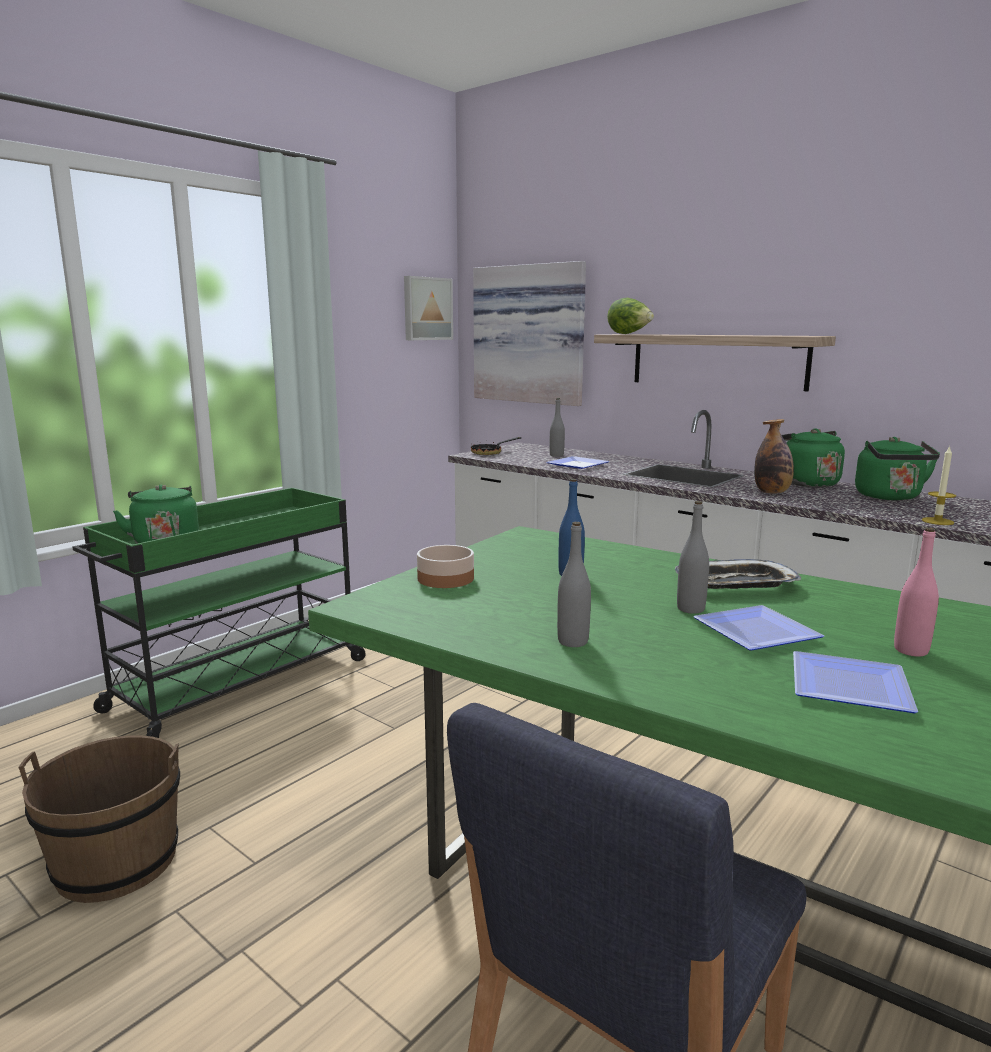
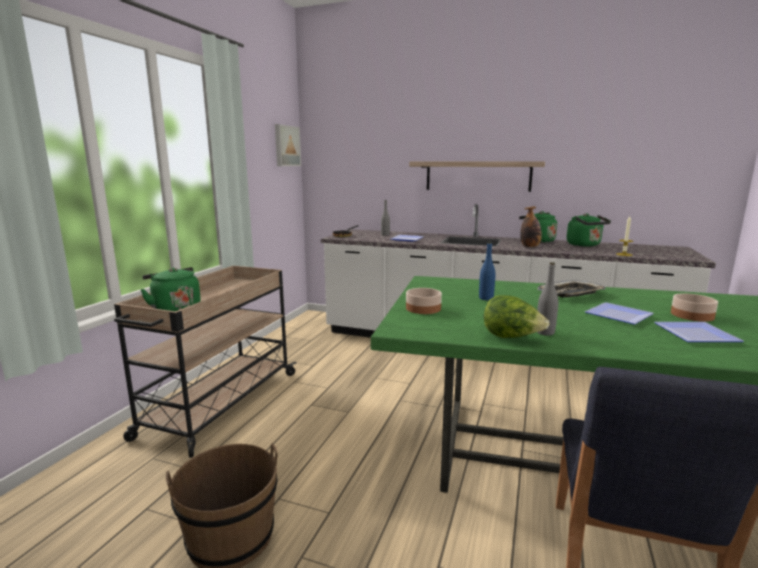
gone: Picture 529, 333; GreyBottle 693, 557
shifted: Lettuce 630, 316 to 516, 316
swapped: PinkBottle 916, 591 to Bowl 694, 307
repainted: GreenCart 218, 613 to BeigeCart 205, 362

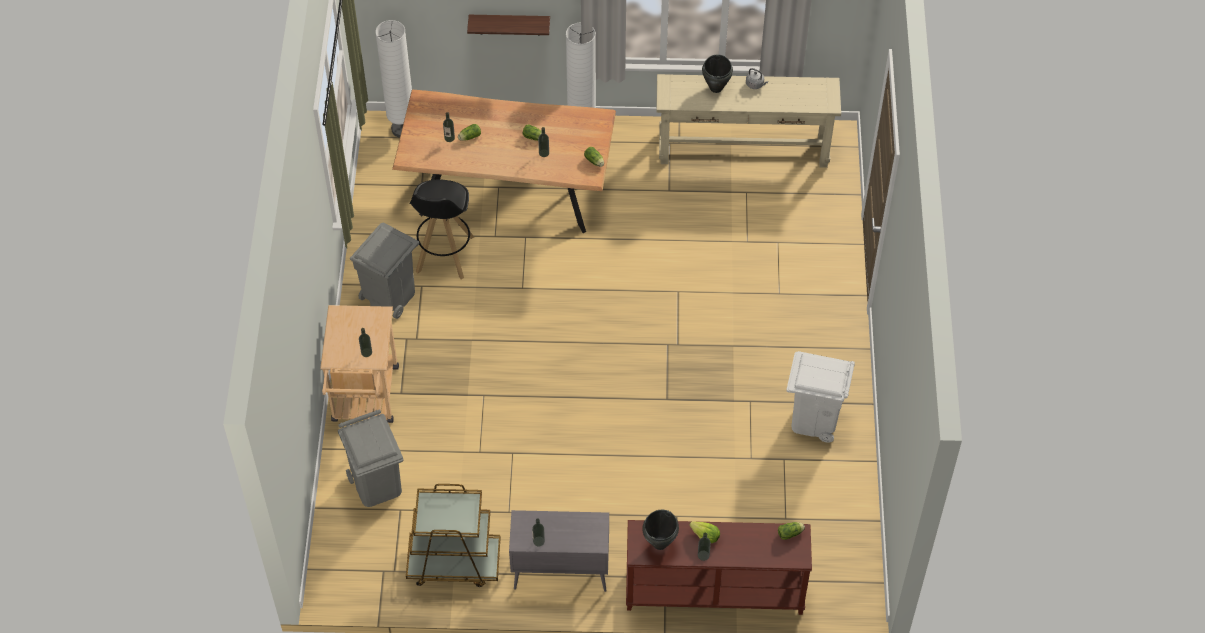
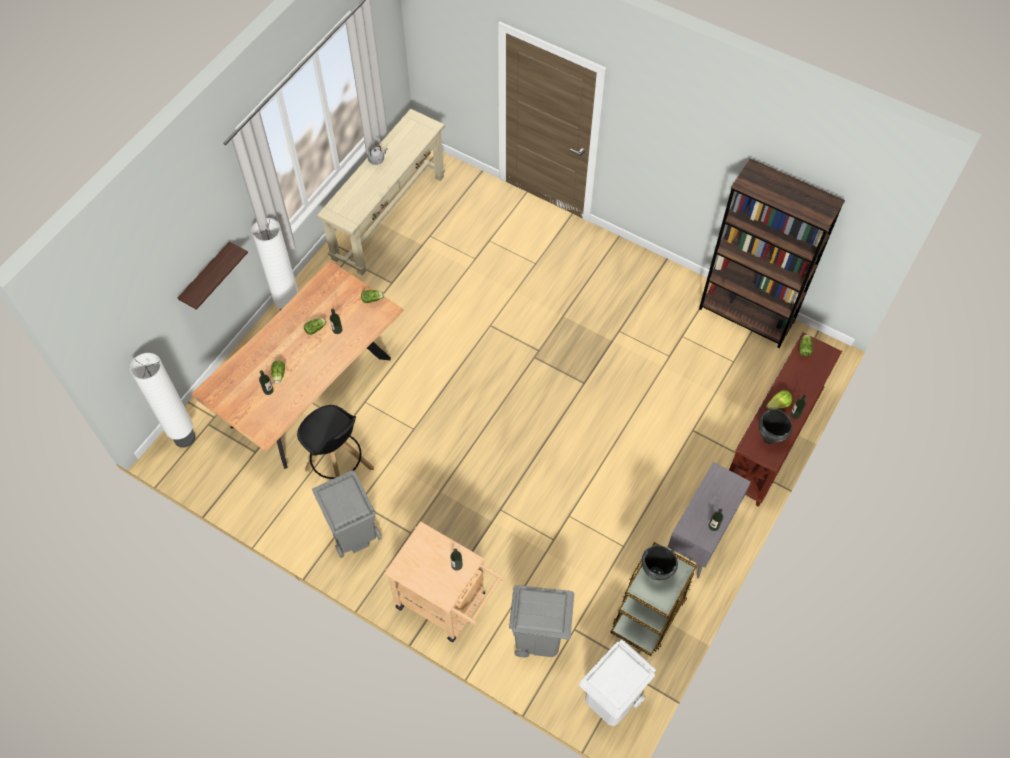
new: BrownBookcase 772, 253
shifted: BlackCookingPot 717, 73 to 660, 562; WhiteTrashCan 821, 397 to 617, 682

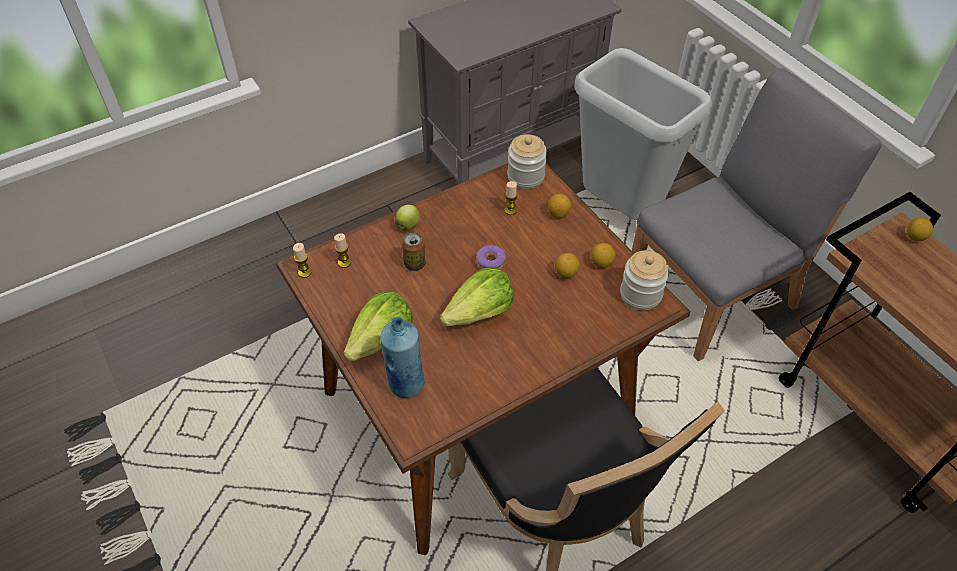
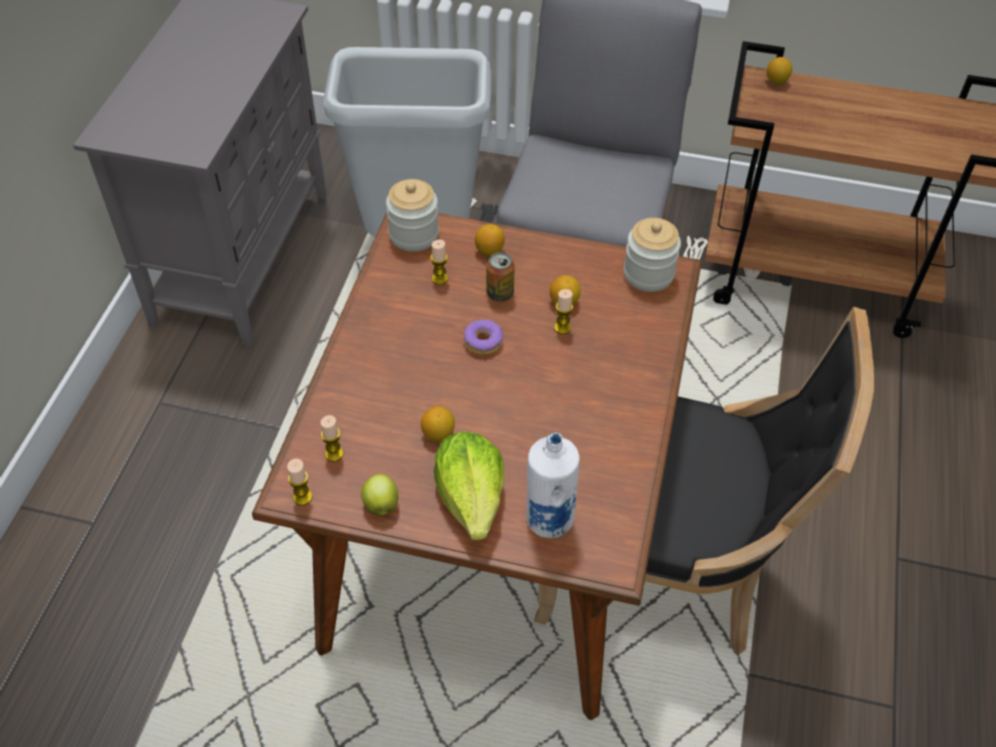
gone: Lettuce 477, 296
new: Candle 563, 311
shifted: Apple 407, 217 to 379, 495; Can 414, 251 to 500, 277; Lemon 603, 255 to 438, 424
repainted: BlueBottle 402, 357 to WhiteBottle 553, 485

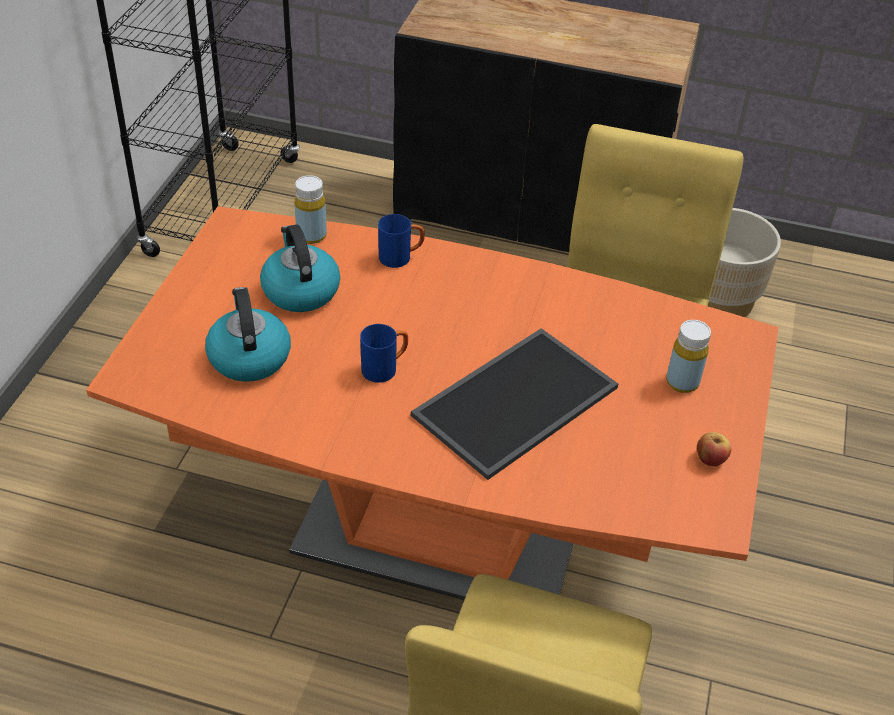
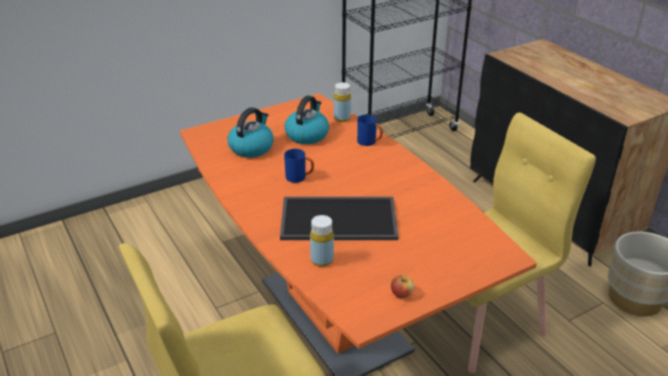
shifted: YellowBottle 688, 356 to 322, 241

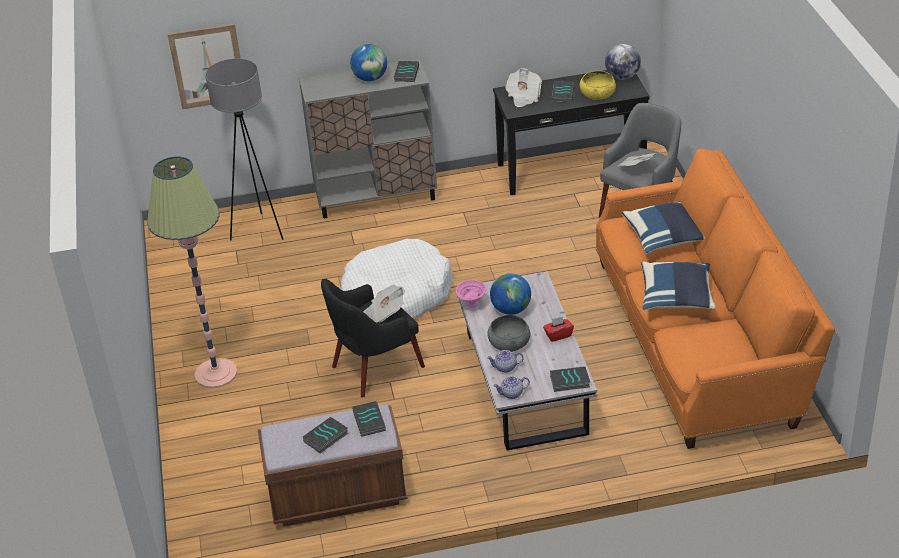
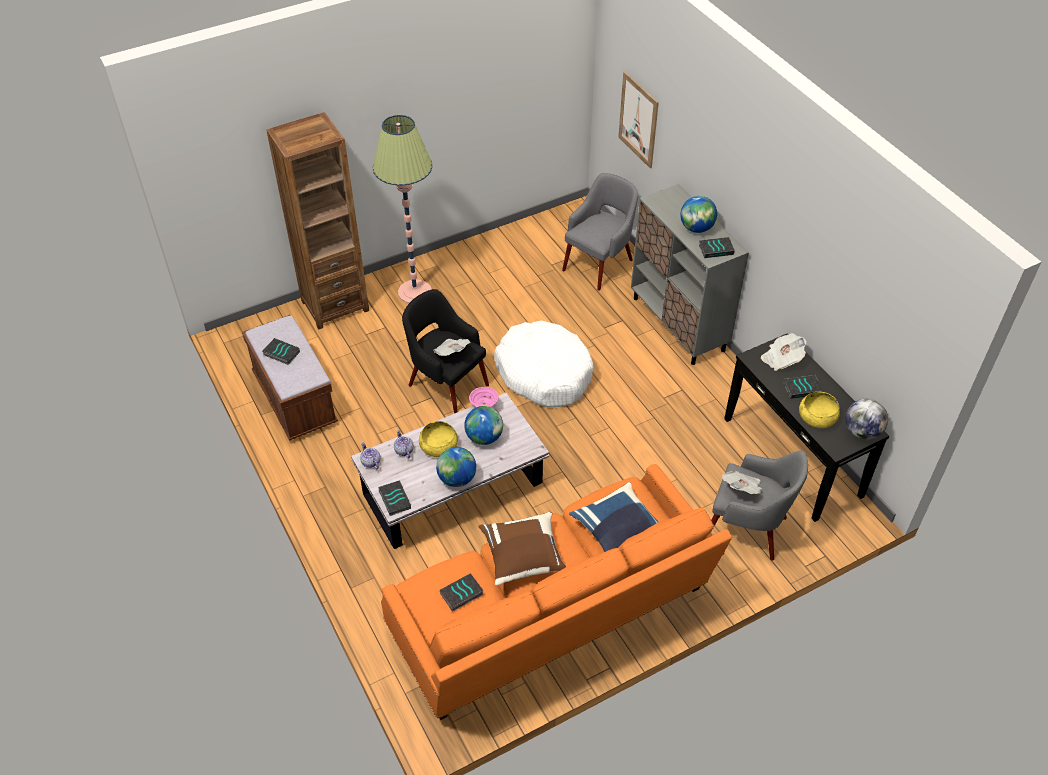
new: BrownBookcase 317, 221
shifted: Book 369, 419 to 462, 592
swapped: GreyFloorLamp 244, 149 to GreyArmchair 600, 232; RedTissueBox 558, 329 to Globe 456, 467
repainted: GreyBowl 508, 333 to YellowBowl 438, 439; BluePillow 678, 285 to BrownPillow 522, 549

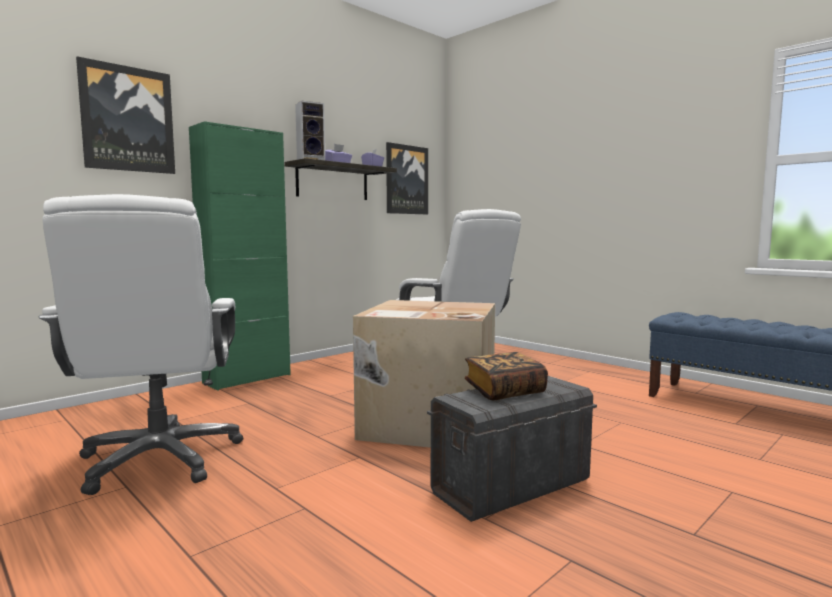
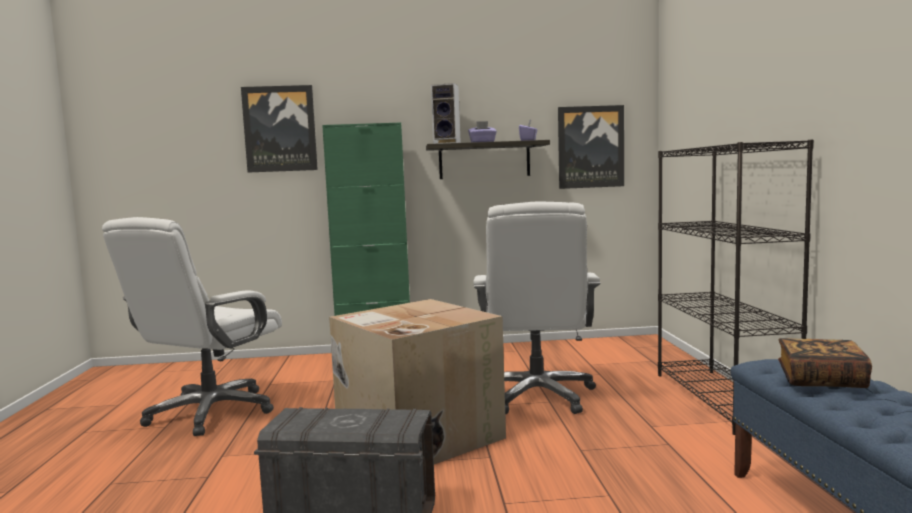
new: BlackBookcase 736, 287
shifted: Book 506, 376 to 825, 363

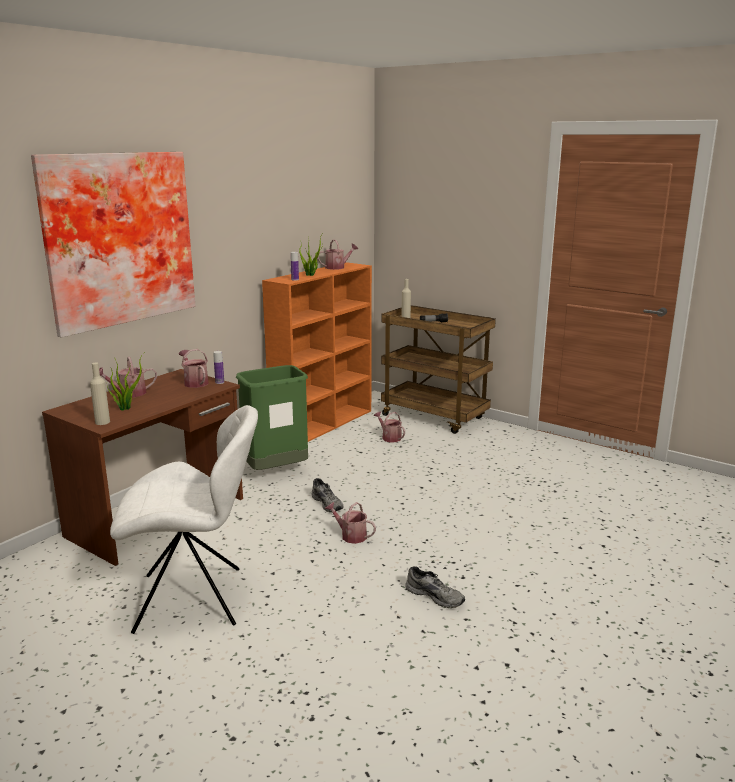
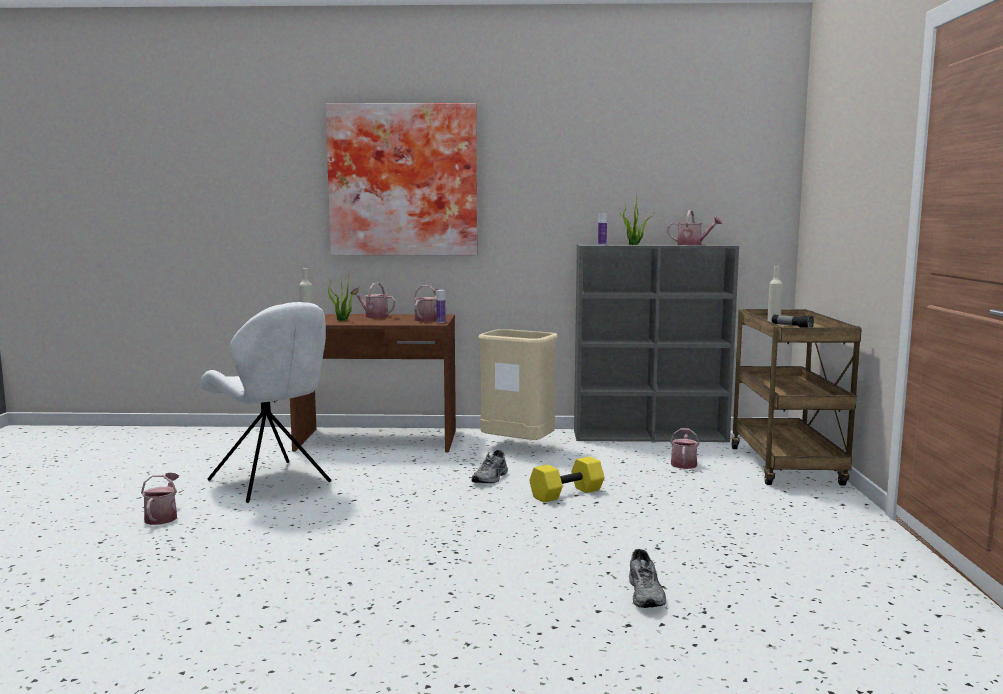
new: YellowDumbbell 567, 479
shifted: WateringCan 350, 523 to 160, 499; GreyShoe 435, 587 to 647, 578
repainted: GreenTrashCan 272, 417 to BeigeTrashCan 518, 384; OrangeBookcase 317, 352 to GreyBookcase 656, 343

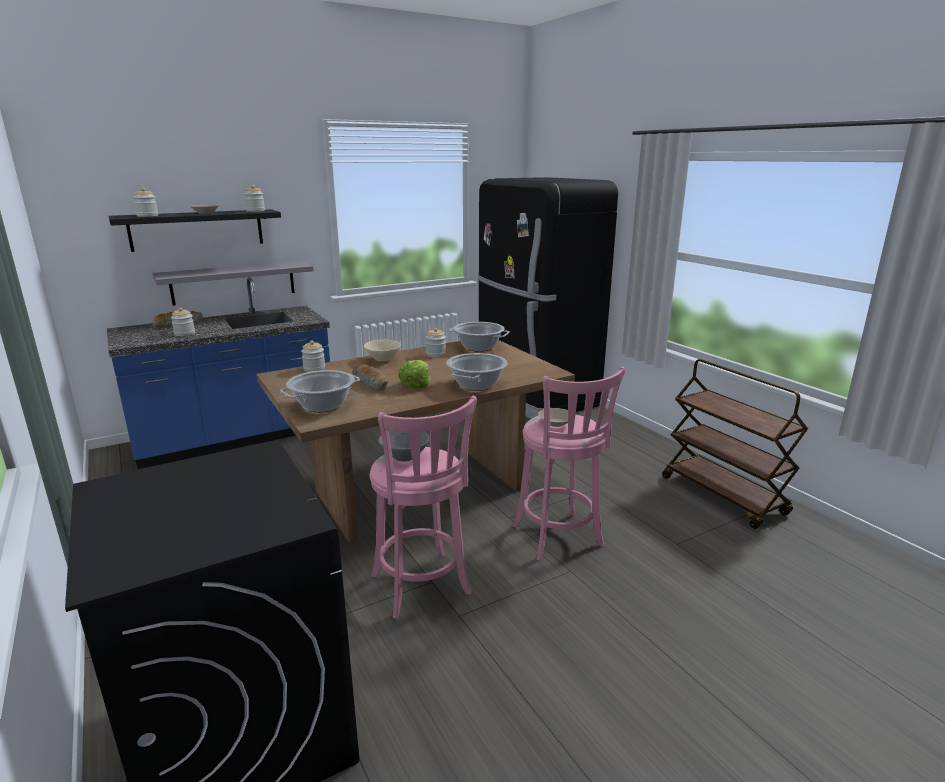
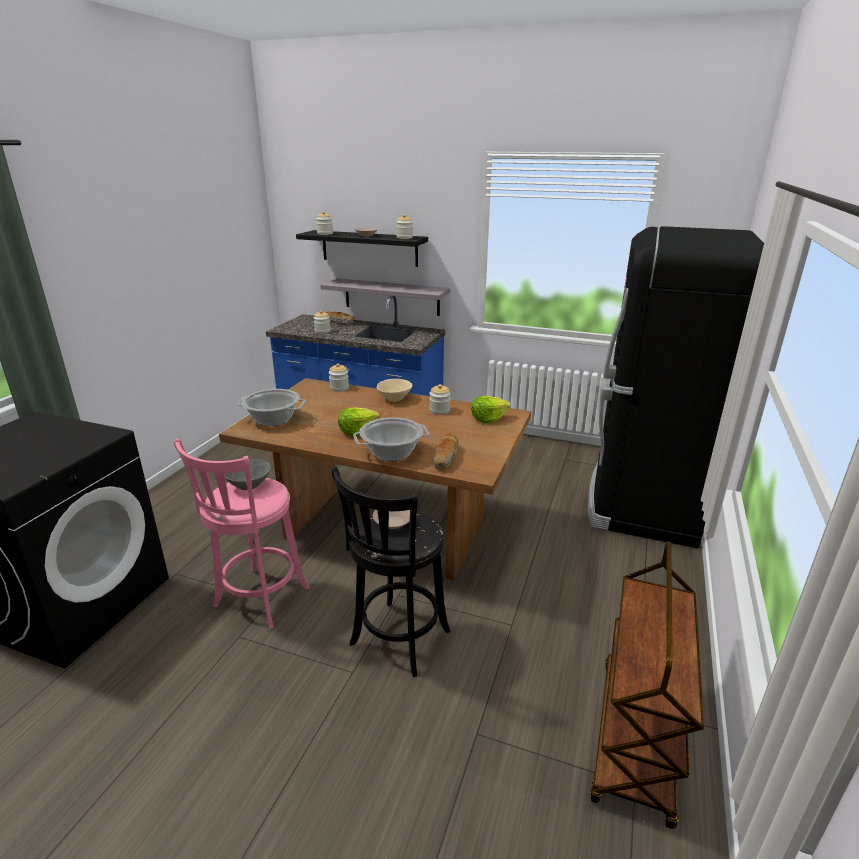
shifted: Bread 370, 377 to 446, 451
swapped: CookingPot 479, 337 to Lettuce 491, 409
repainted: PinkStool 569, 464 to BlackStool 391, 572

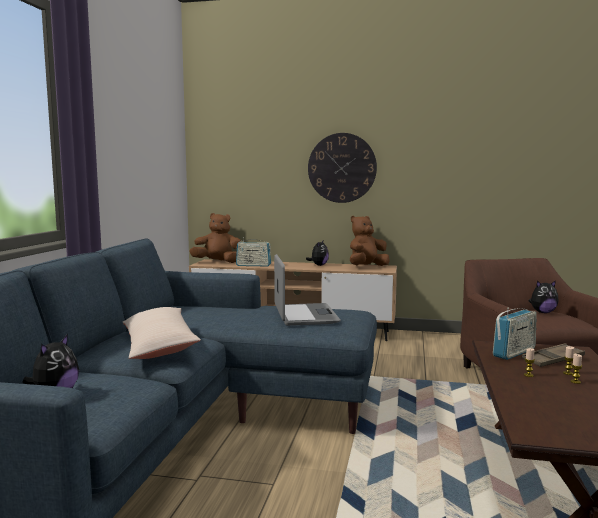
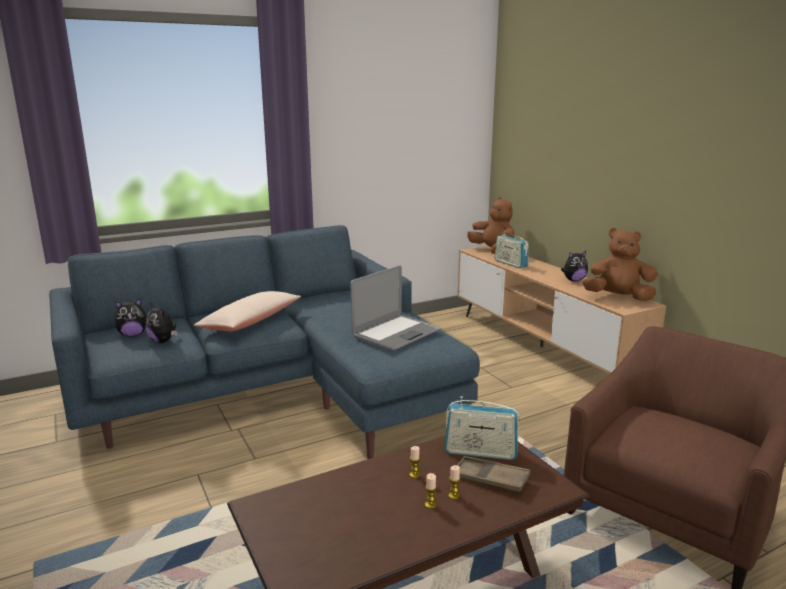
gone: WallClock 342, 168
shifted: PlushToy 544, 296 to 161, 323

